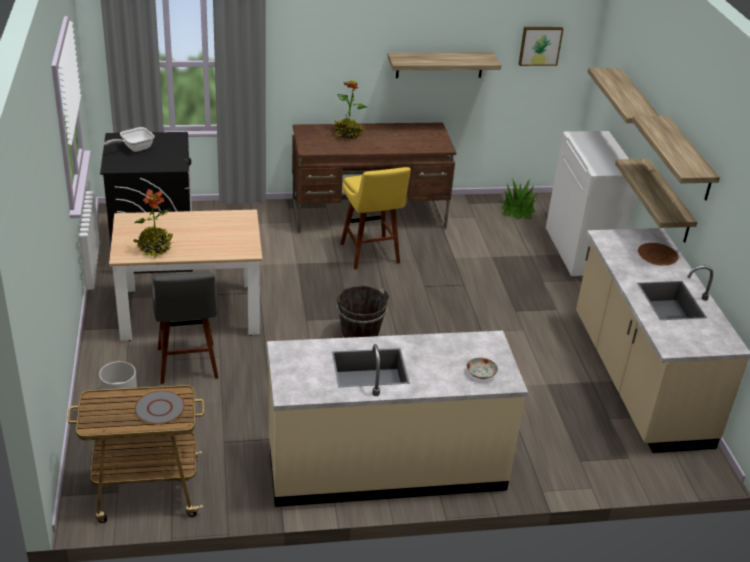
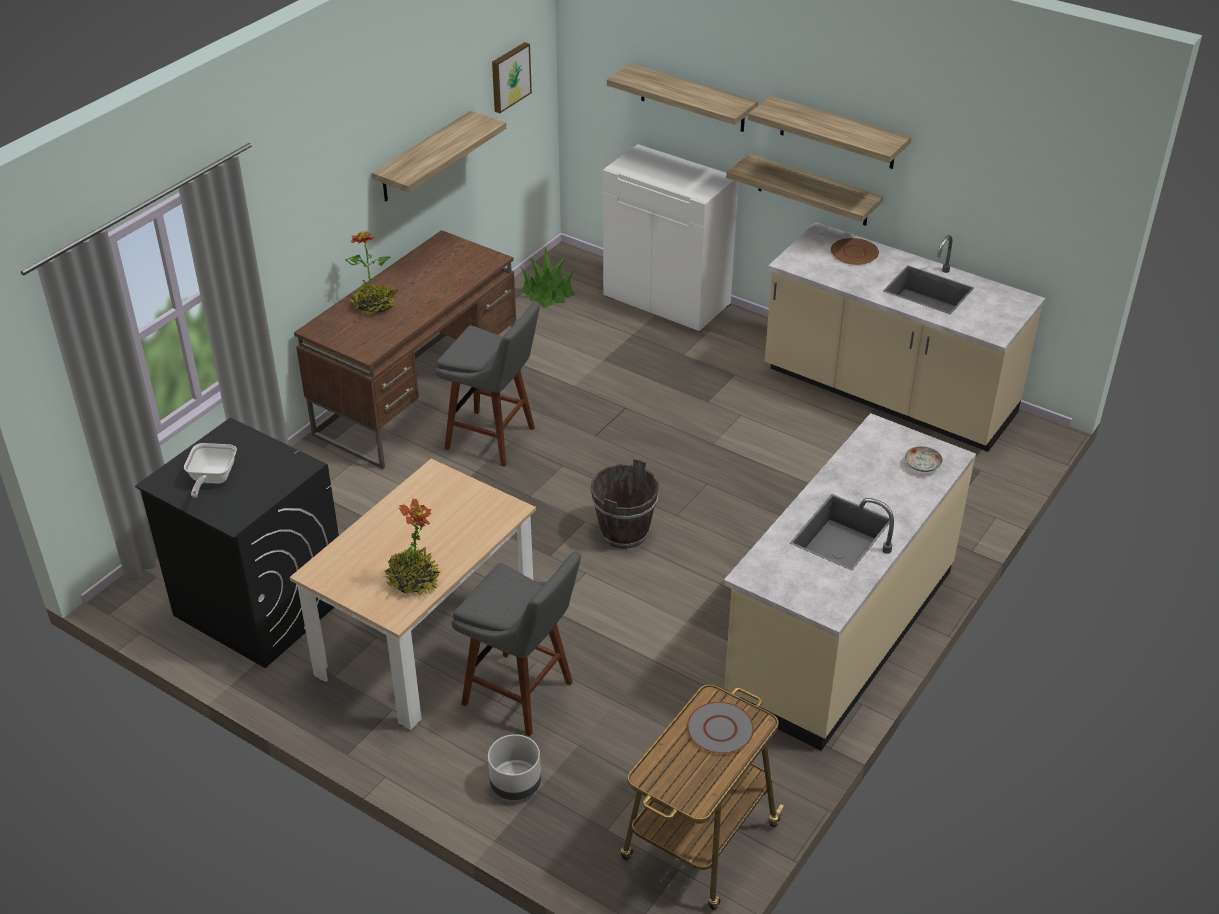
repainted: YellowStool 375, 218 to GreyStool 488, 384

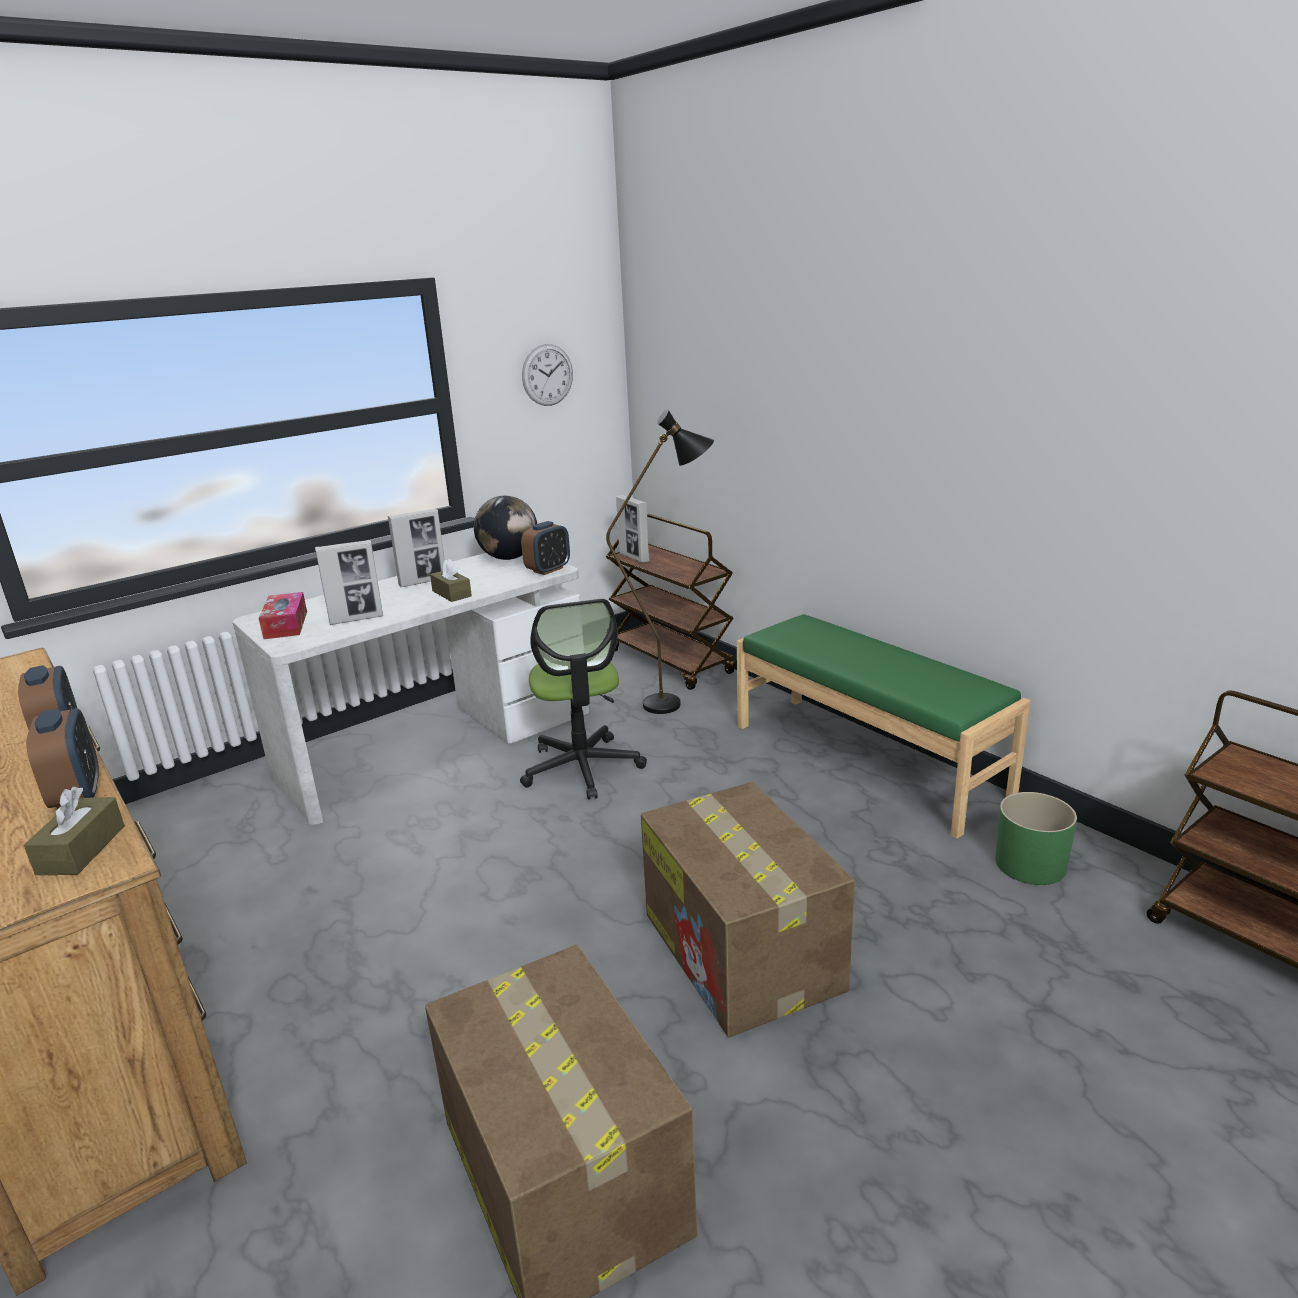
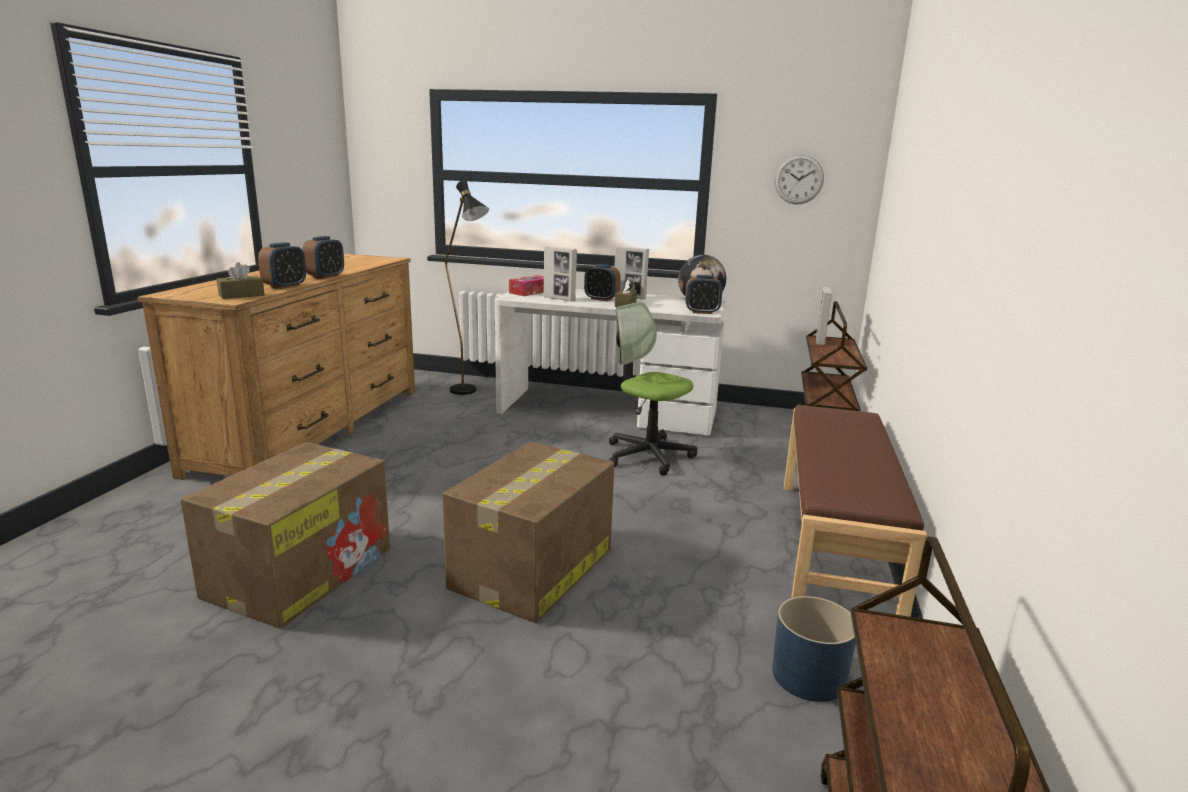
new: AlarmClock 602, 282
shifted: BlackFloorLamp 660, 561 to 467, 287
repainted: GreenBench 884, 726 to BrownBench 855, 511; GreenPlanter 1036, 838 to BluePlanter 814, 649
rotated: OfficeChair 583, 699 = 652, 389 90 degrees clockwise

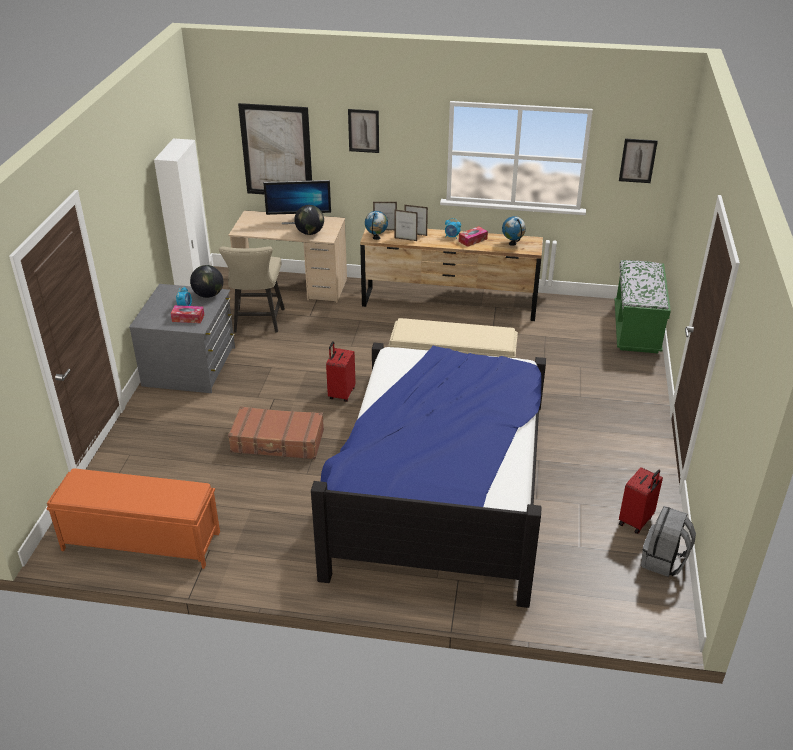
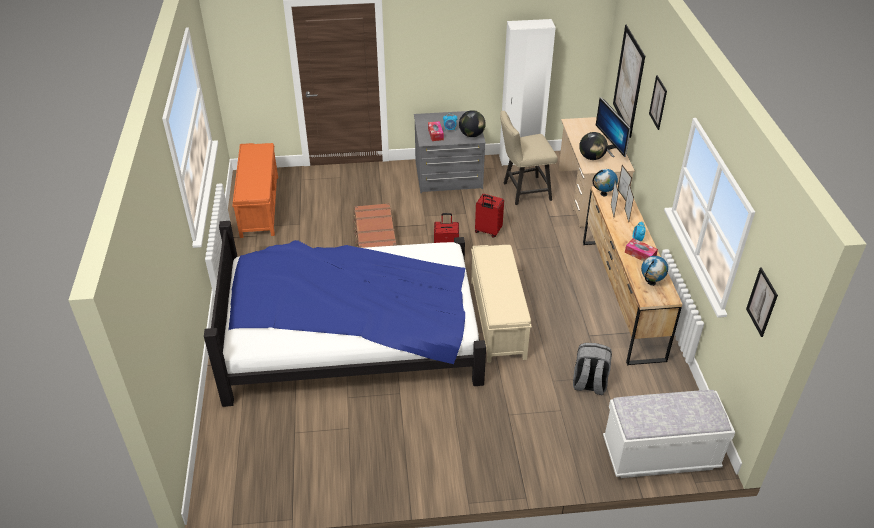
shifted: RedSuitcase 641, 500 to 489, 215; GreyBackpack 668, 541 to 592, 369
repainted: GreenBench 643, 306 to WhiteBench 669, 434

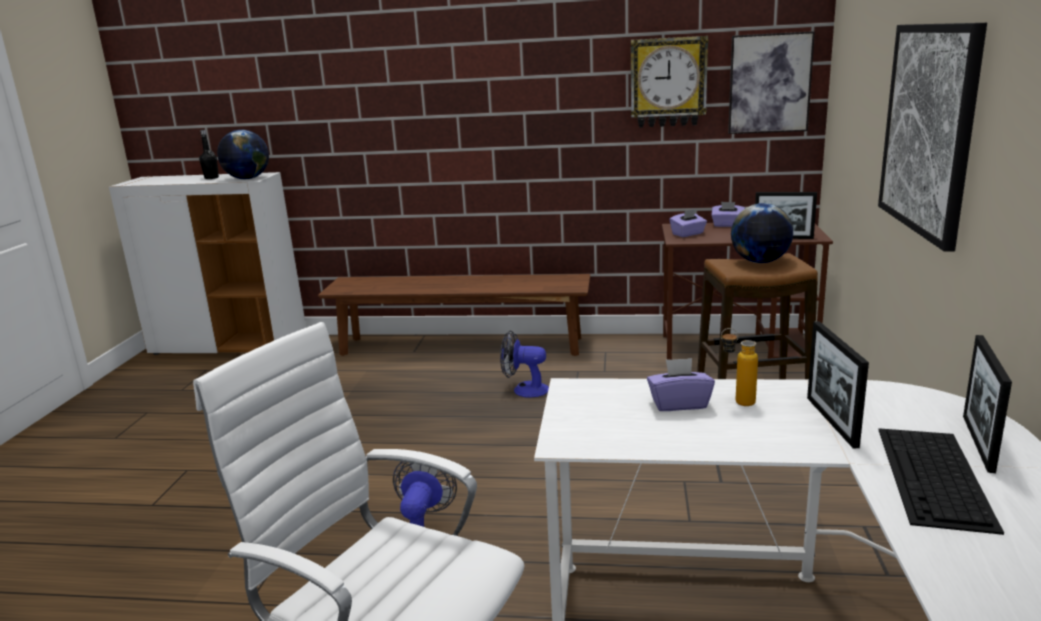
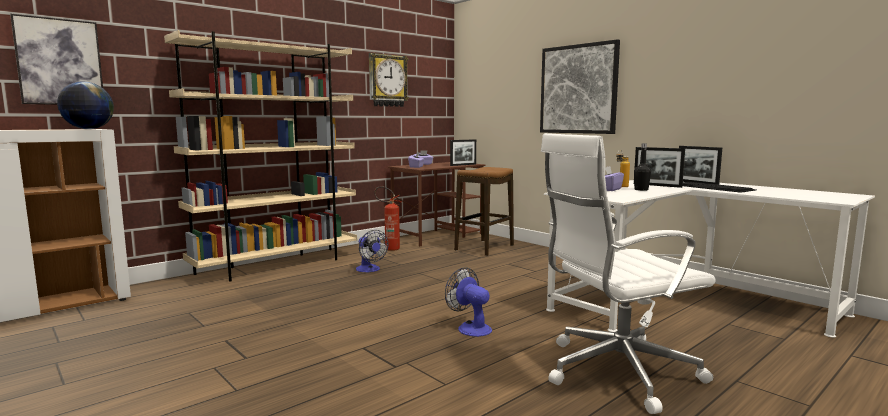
gone: Globe 762, 233
new: FireExtinguisher 388, 218
shifted: BlackBottle 209, 154 to 642, 167; Picture 771, 82 to 56, 59
swapped: BrownBench 454, 315 to BeigeBookcase 260, 156
rotated: Fan 524, 364 = 372, 251 90 degrees counterclockwise

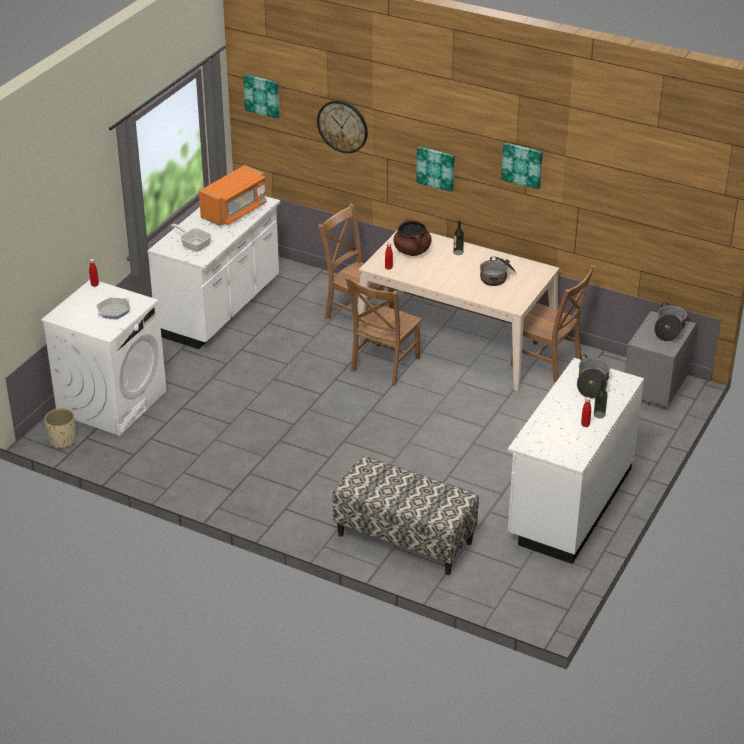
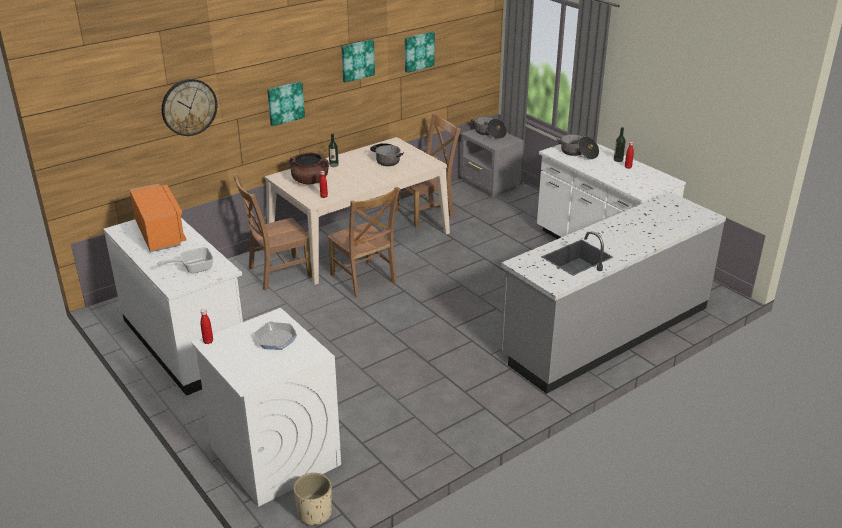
shifted: Picture 261, 96 to 420, 52
swapped: Bench 406, 515 to GreyCounter 613, 293

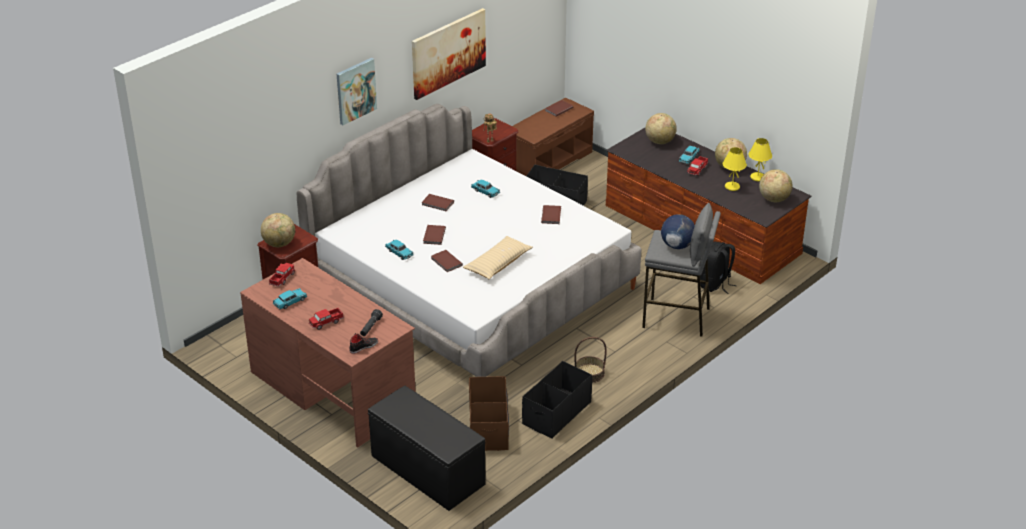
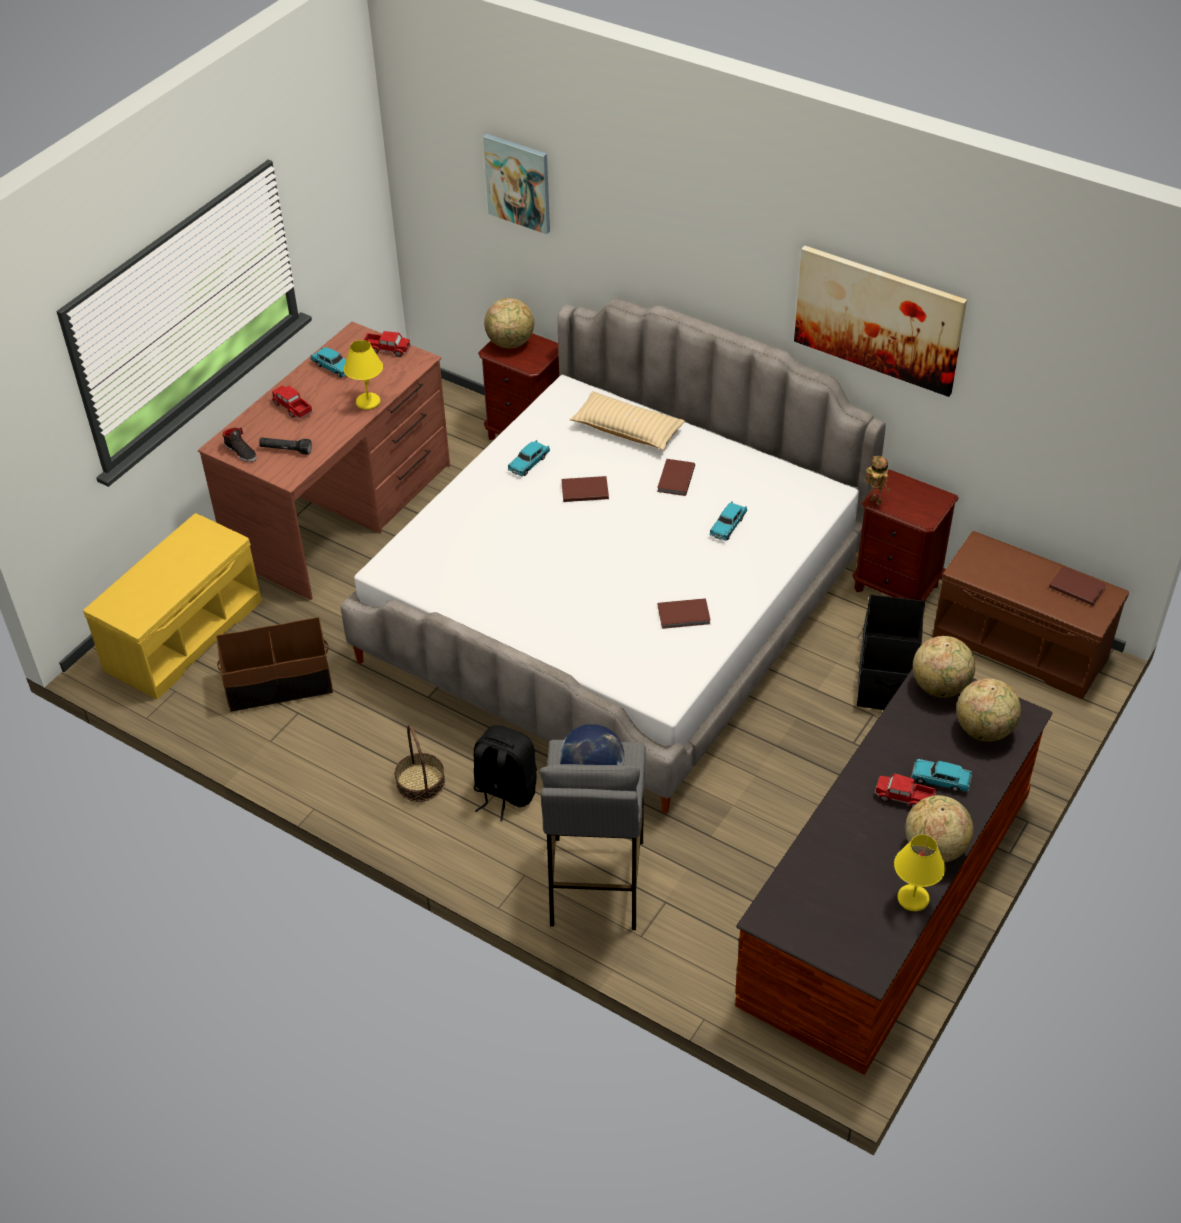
gone: BrownBook 447, 261; BlackStorageBox 557, 400
shifted: Picture 357, 91 to 516, 184; BeigePillow 498, 257 to 627, 420; BlackBackpack 718, 268 to 505, 773; YellowTableLamp 735, 169 to 363, 375; Globe 776, 185 to 944, 667
repainted: BlackBench 427, 448 to YellowBench 172, 606

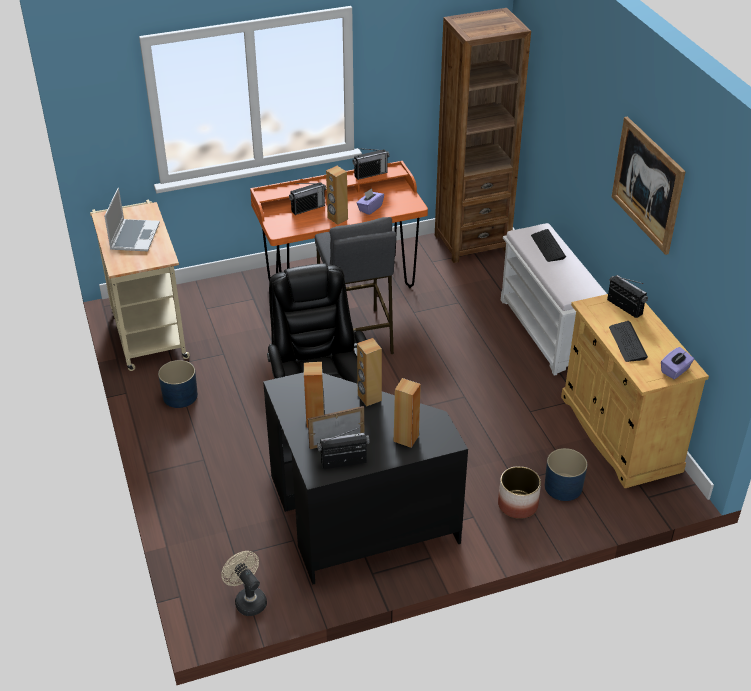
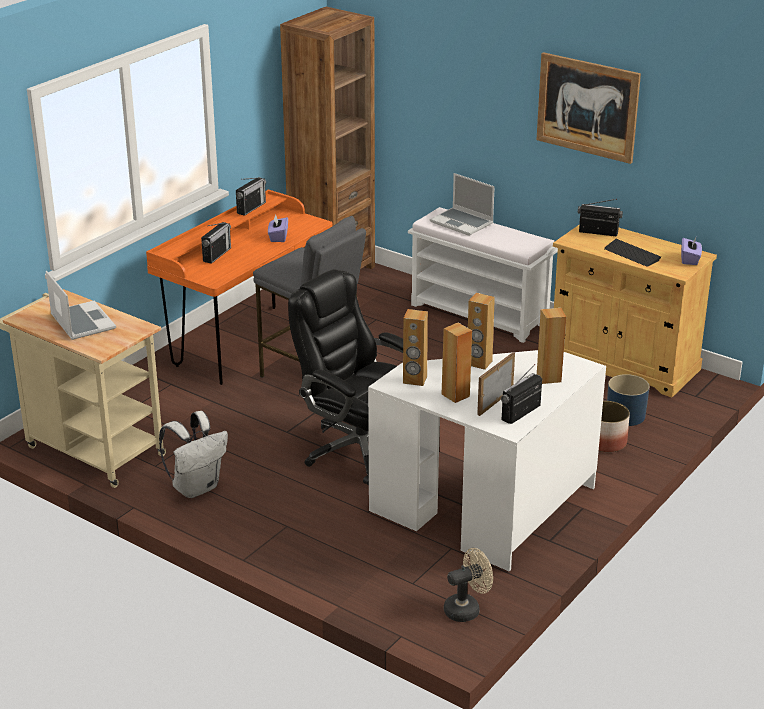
shifted: BrownSpeaker 337, 195 to 415, 347
swapped: BluePlanter 178, 384 to WhiteBackpack 193, 454; Keyboard 548, 245 to Laptop 462, 204
repainted: BlackDesk 365, 478 to WhiteDesk 487, 461
rotated: BeigeFan 244, 583 = 468, 585 135 degrees clockwise

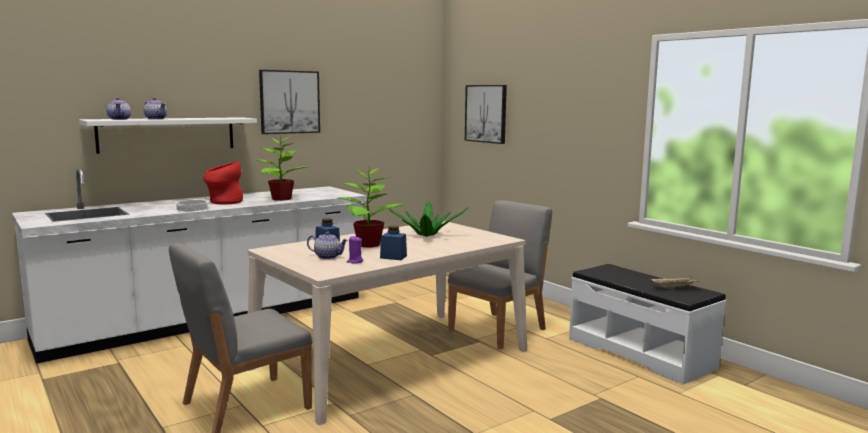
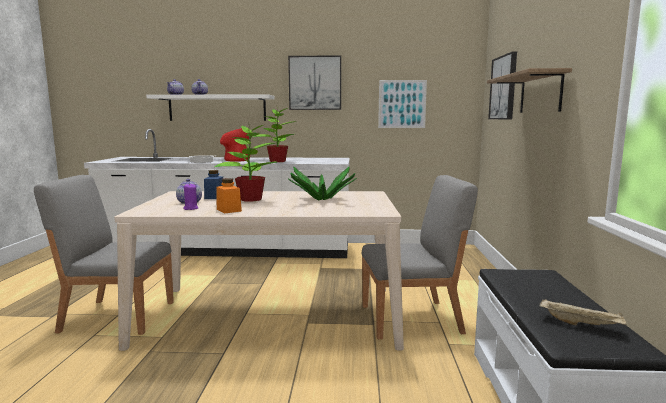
new: Picture 402, 104; Shelf 529, 90
repainted: BlueJar 393, 243 to OrangeJar 229, 196

